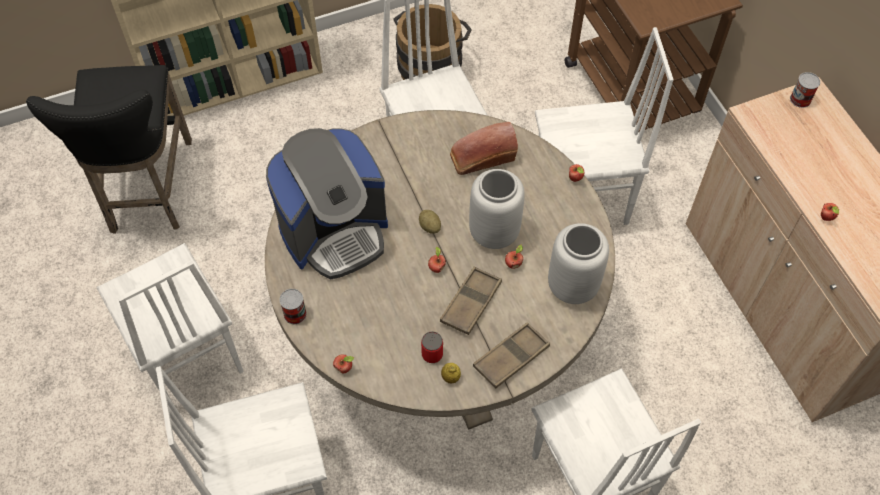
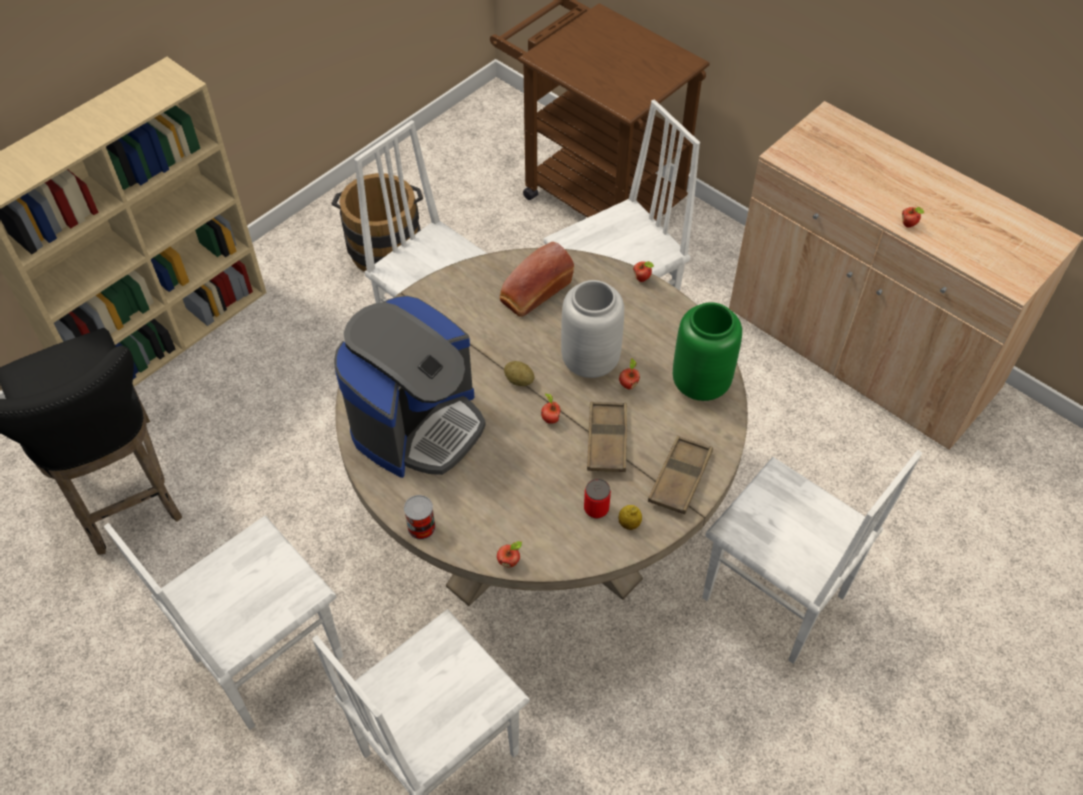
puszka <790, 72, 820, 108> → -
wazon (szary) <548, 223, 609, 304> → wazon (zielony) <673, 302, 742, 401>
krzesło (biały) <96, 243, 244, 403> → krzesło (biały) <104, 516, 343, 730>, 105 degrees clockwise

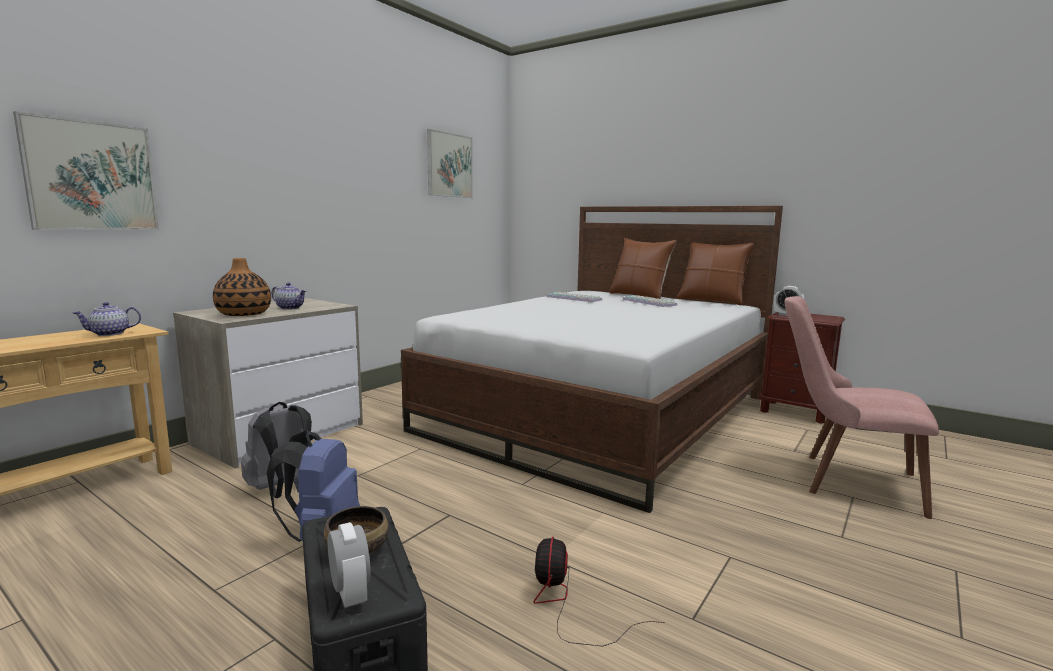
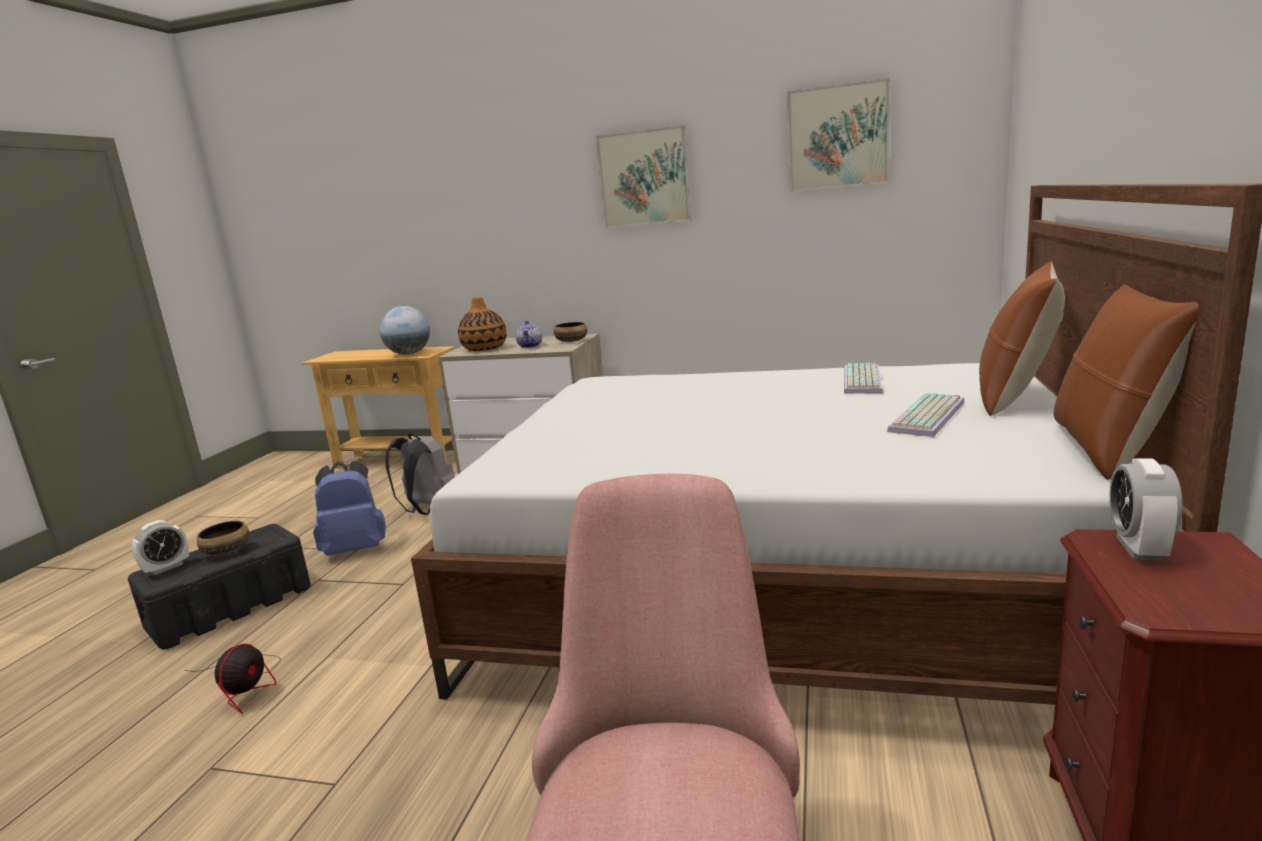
obraz <13, 111, 159, 230> → obraz <596, 125, 691, 228>, relocated
imbryk <73, 302, 141, 336> → globus <379, 306, 430, 355>
wentylator <533, 537, 665, 647> → wentylator <184, 644, 281, 713>, 120 degrees clockwise
- → miska <554, 322, 587, 342>

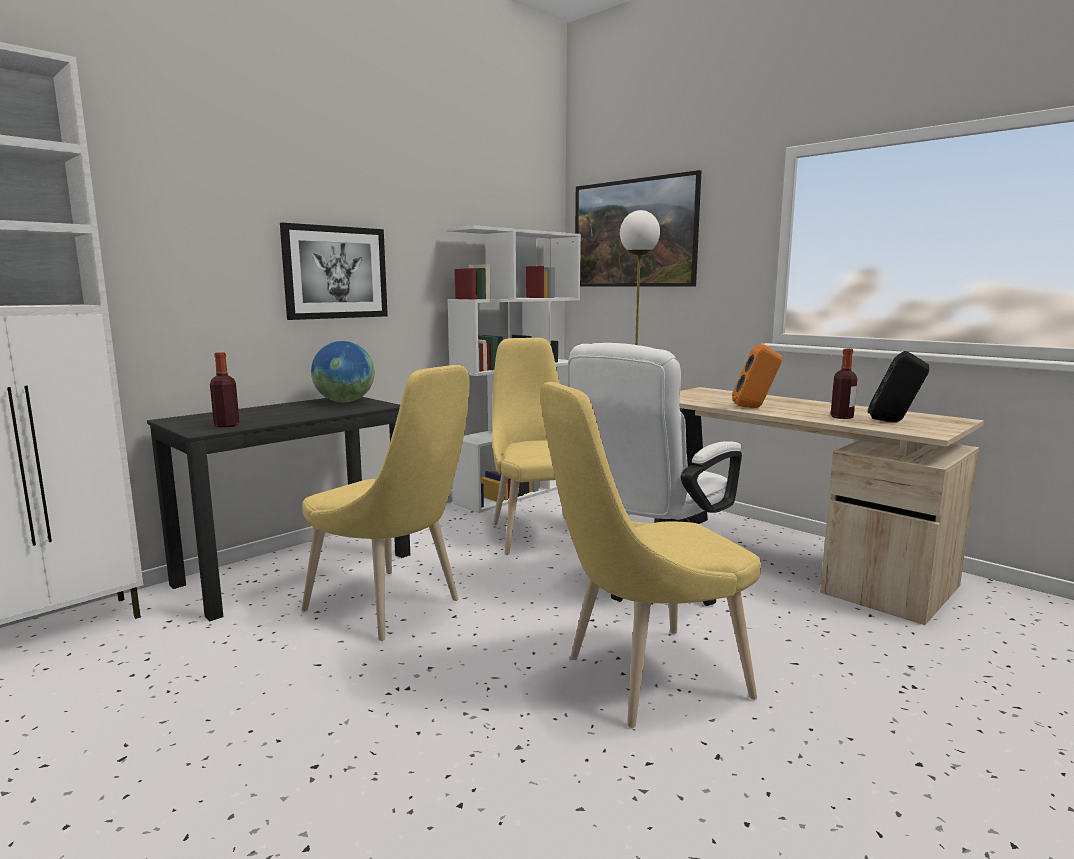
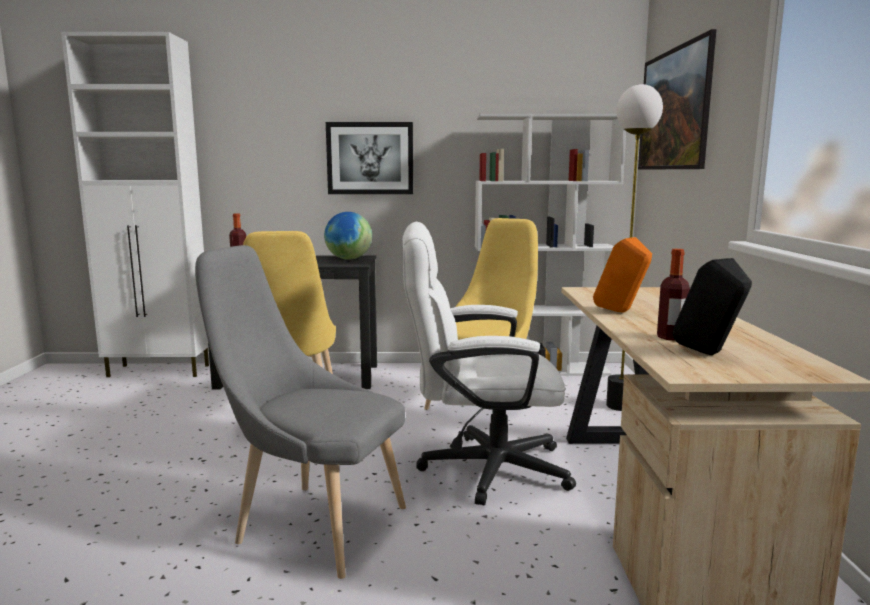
krzesło (żółty) <540, 382, 761, 728> → krzesło (szary) <195, 245, 406, 579>

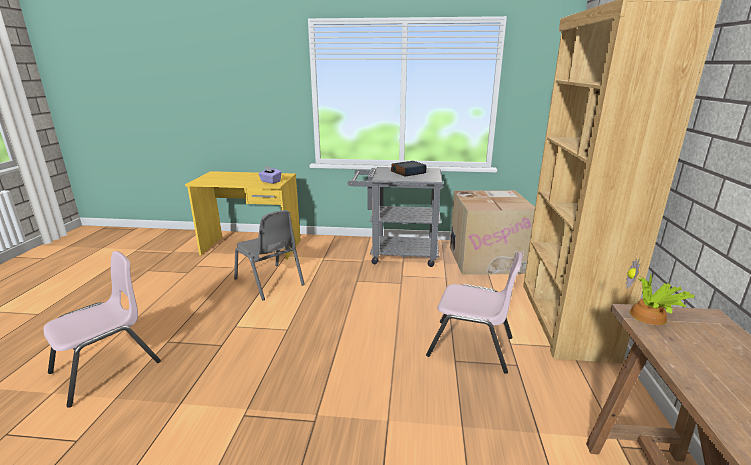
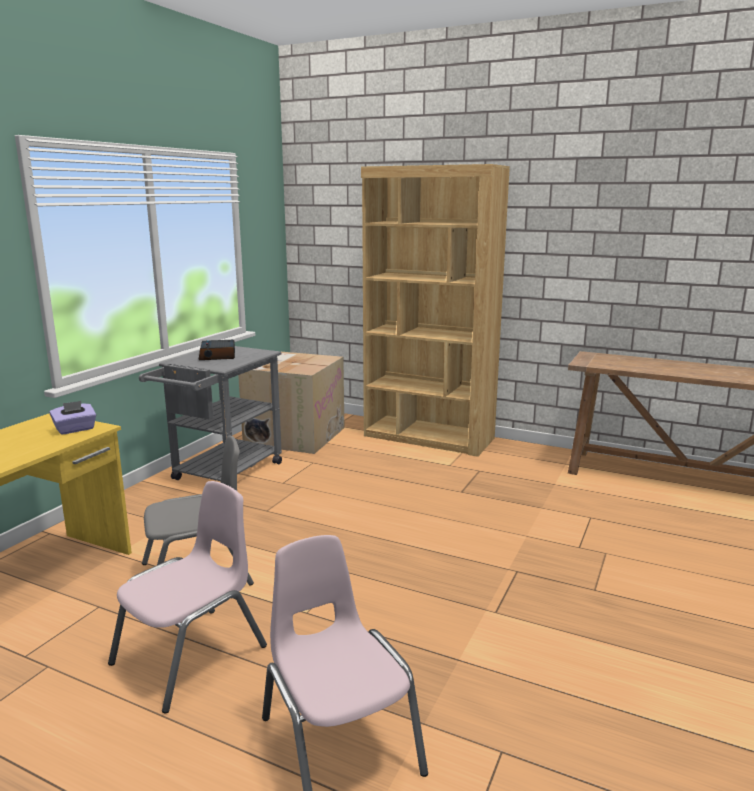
krzesło (różowy) <426, 251, 522, 374> → krzesło (różowy) <108, 481, 267, 714>, relocated
roślina doniczkowa <625, 258, 695, 325> → -

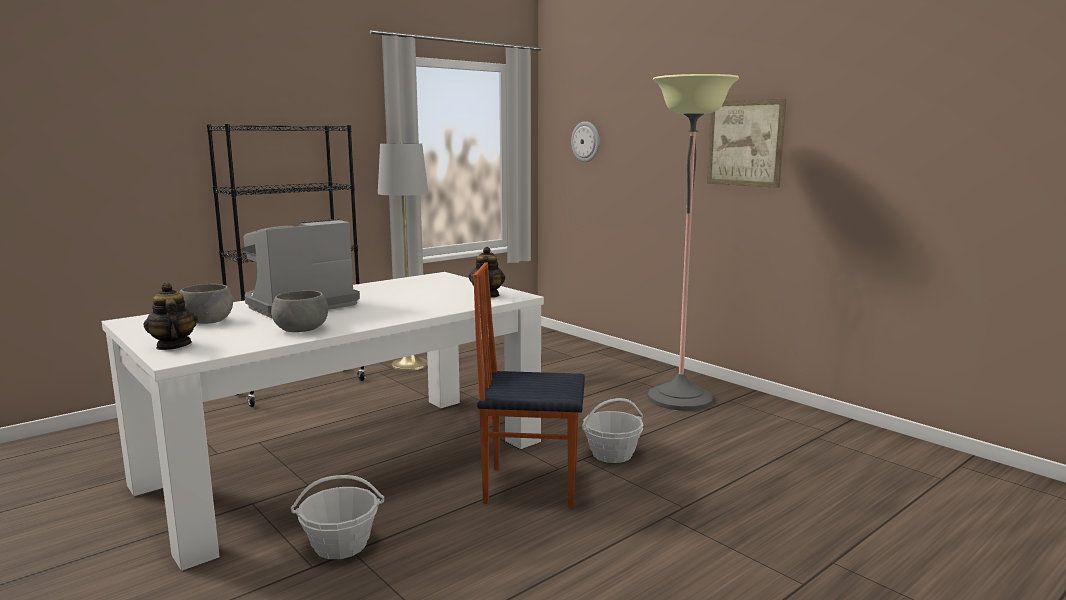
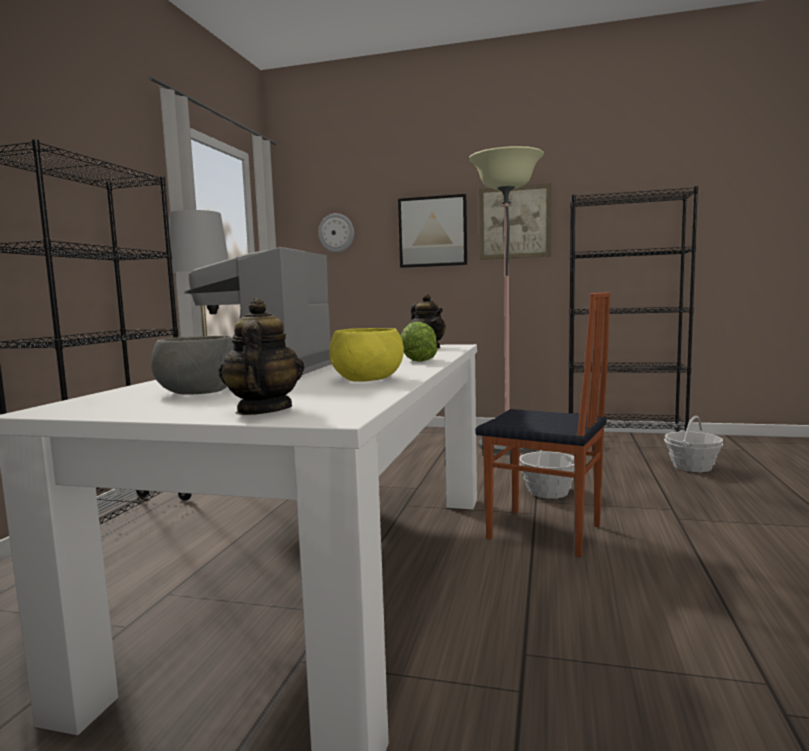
krzesło <473, 262, 585, 508> → krzesło <475, 292, 610, 557>, 120 degrees counterclockwise
imbryk <143, 282, 198, 350> → imbryk <219, 298, 304, 415>, 60 degrees clockwise
miska (szary) <271, 290, 328, 332> → miska (żółty) <329, 328, 404, 382>
koszyk <291, 475, 384, 559> → koszyk <664, 416, 723, 472>, relocated
- → regał (czarny) <568, 186, 698, 432>
- → obraz <398, 194, 467, 268>
- → sałata <401, 321, 438, 362>

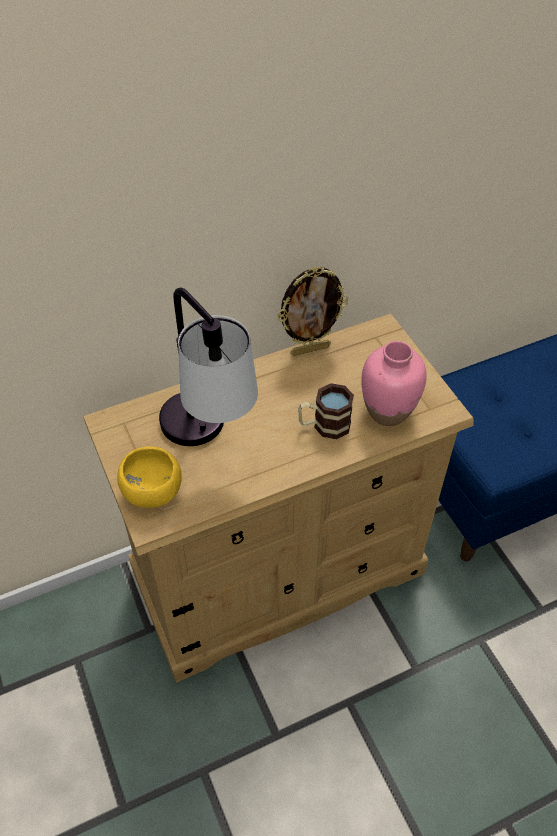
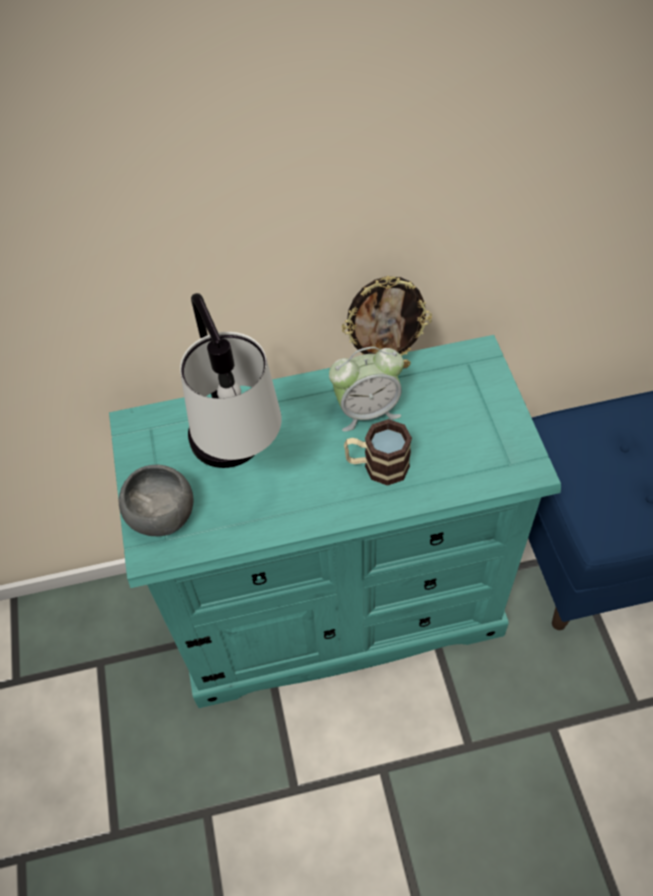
komoda (beżowy) <83, 314, 474, 683> → komoda (turkusowy) <109, 335, 561, 708>
wazon (różowy) <361, 341, 426, 426> → -
miska (żółty) <117, 446, 182, 508> → miska (szary) <119, 465, 194, 536>
- → budzik <329, 347, 404, 432>

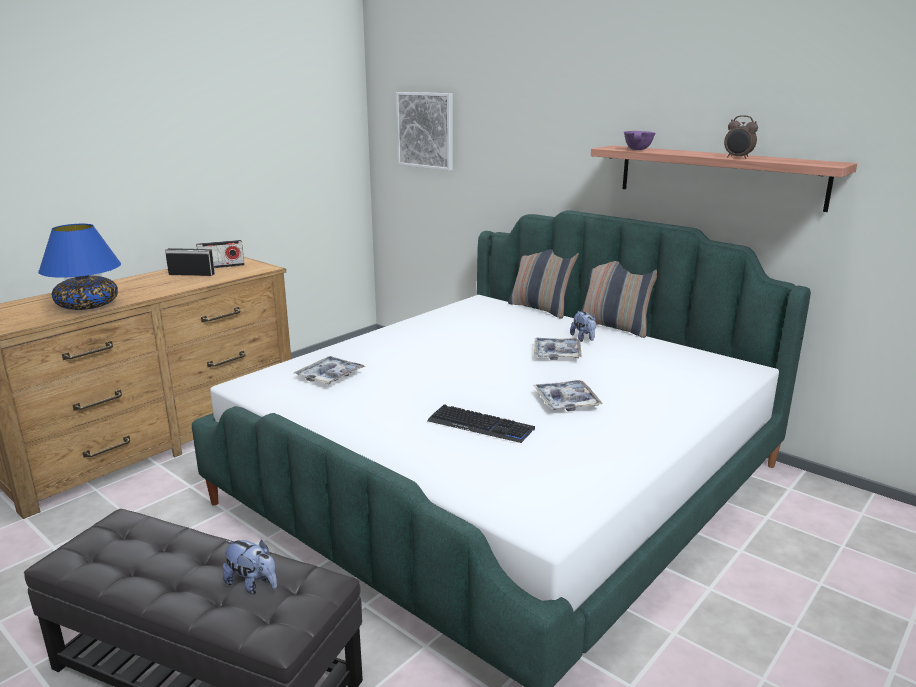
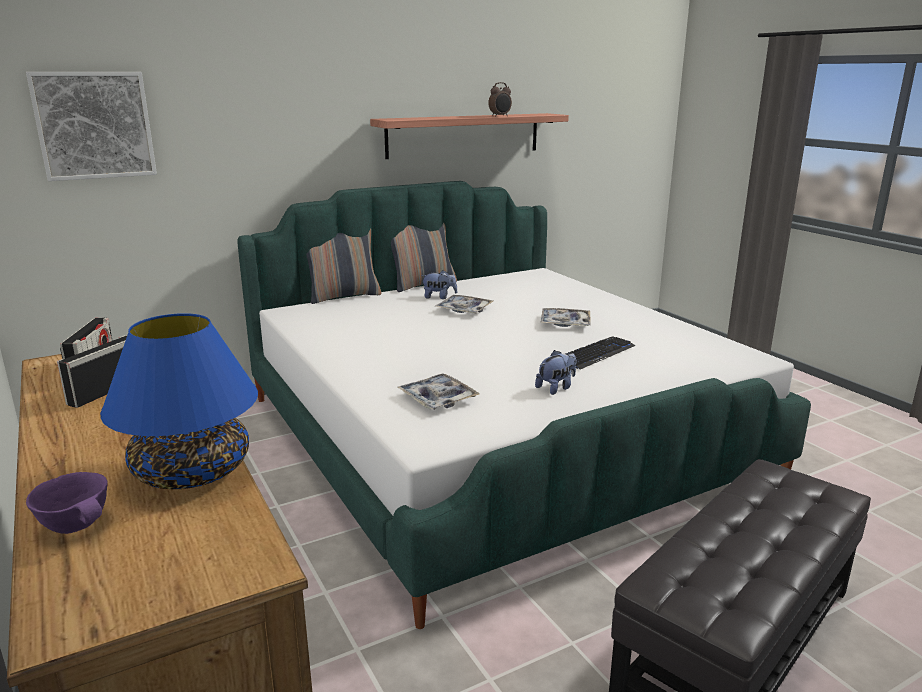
miska (fioletowy) <624, 131, 655, 150> → miska (fioletowy) <26, 472, 108, 534>, relocated
pluszak <223, 540, 277, 594> → pluszak <535, 350, 576, 395>, relocated

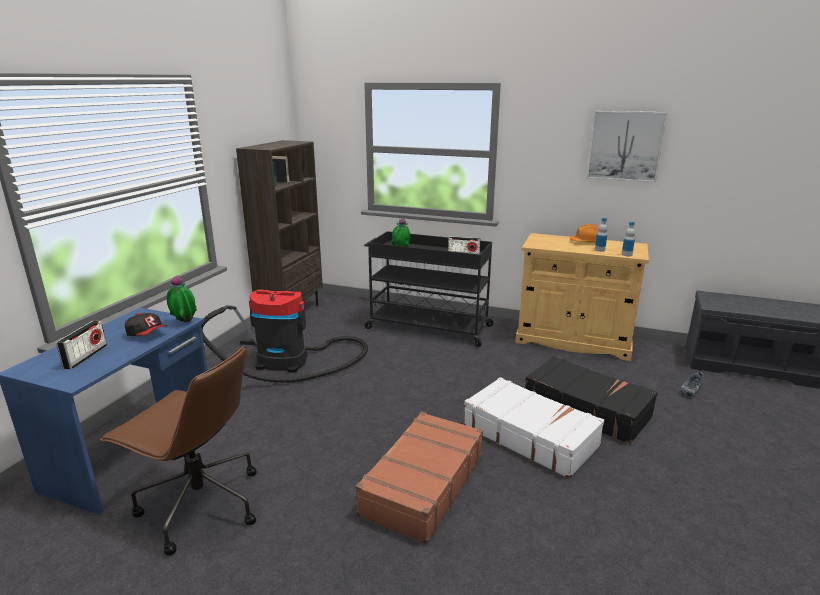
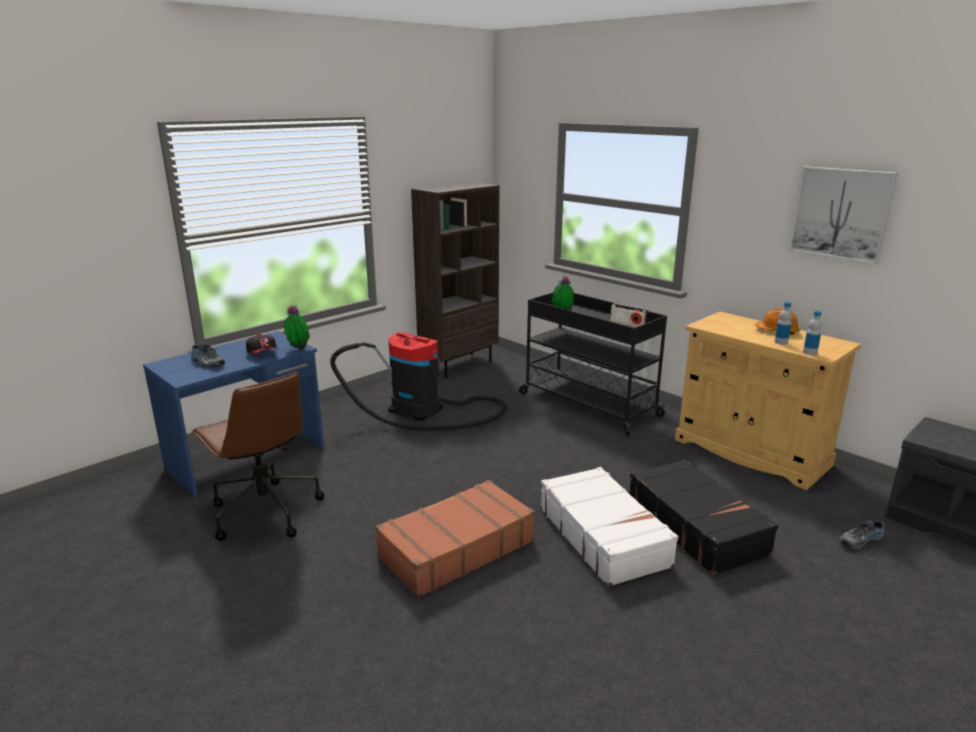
radio <56, 321, 107, 369> → but <191, 343, 225, 368>

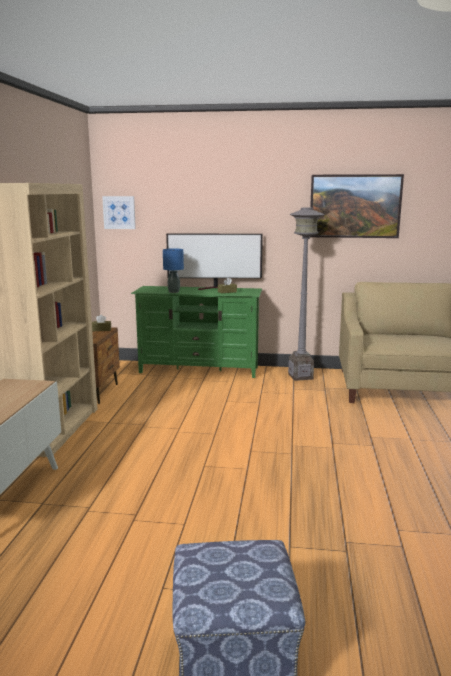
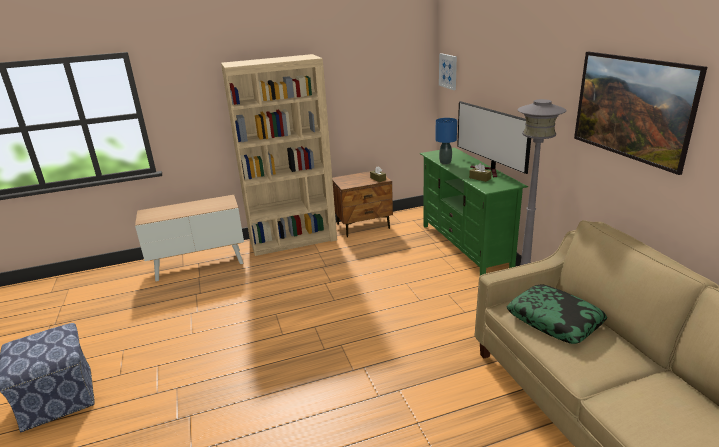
- → poduszka <507, 285, 607, 344>

